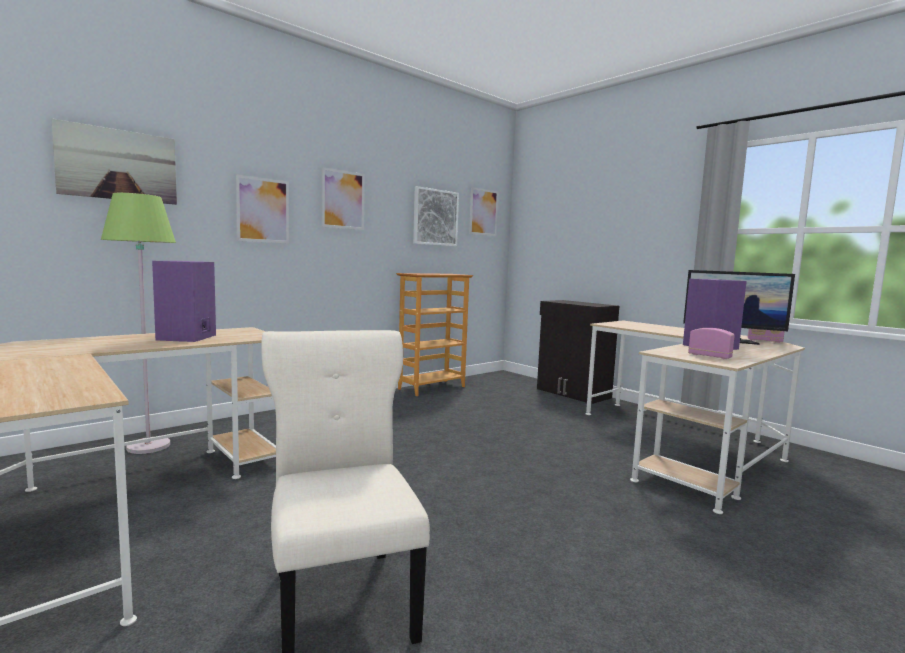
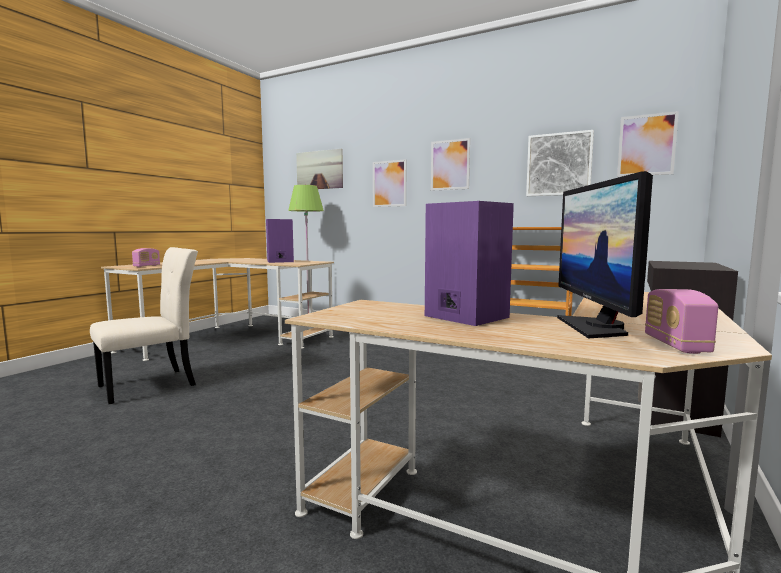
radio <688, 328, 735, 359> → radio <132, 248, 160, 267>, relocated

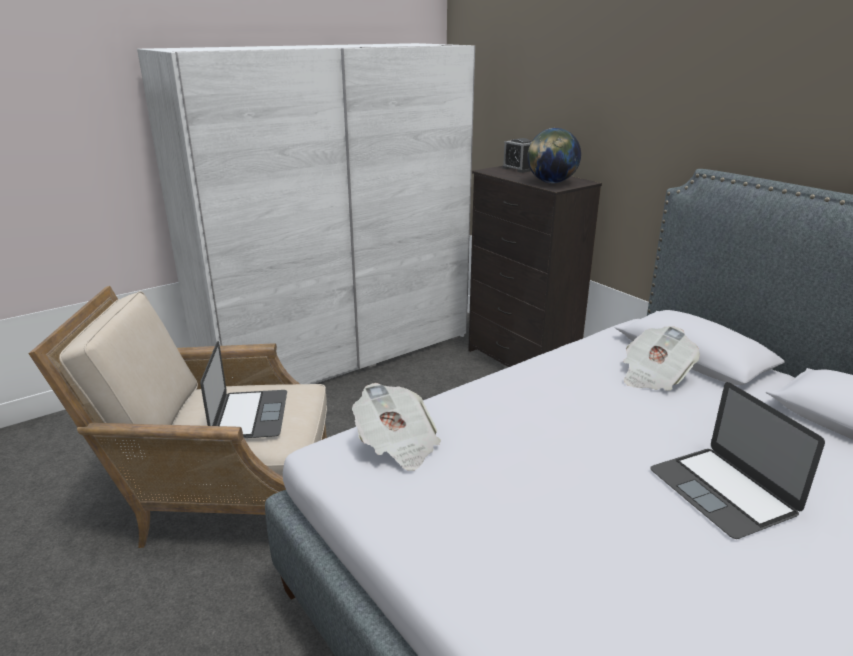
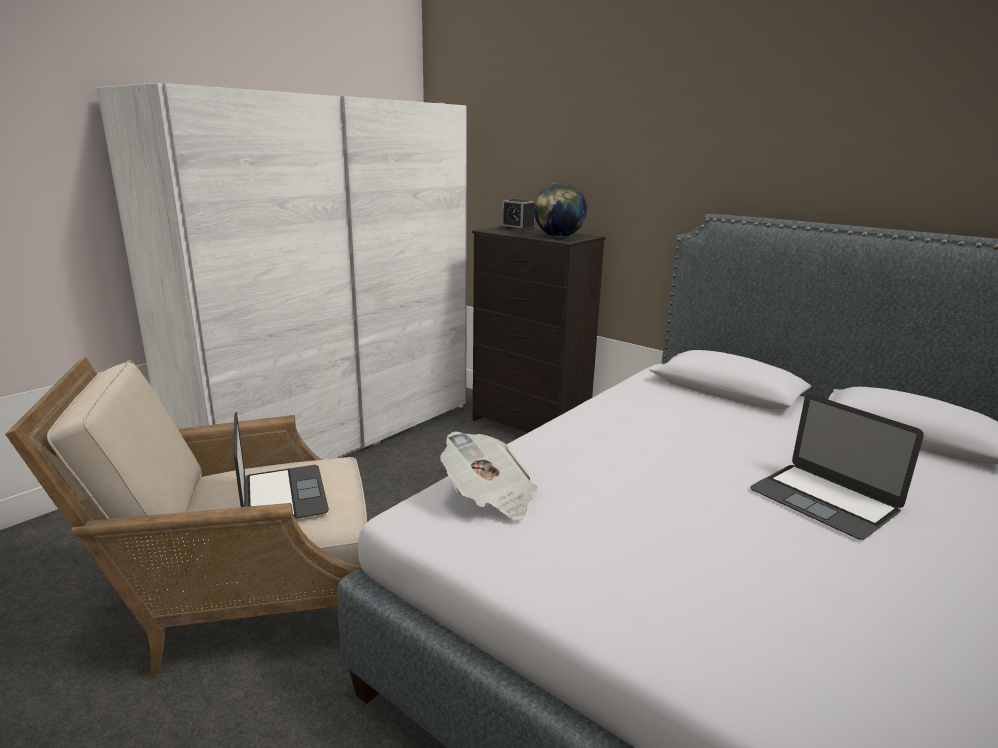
gazeta <623, 326, 700, 391> → -

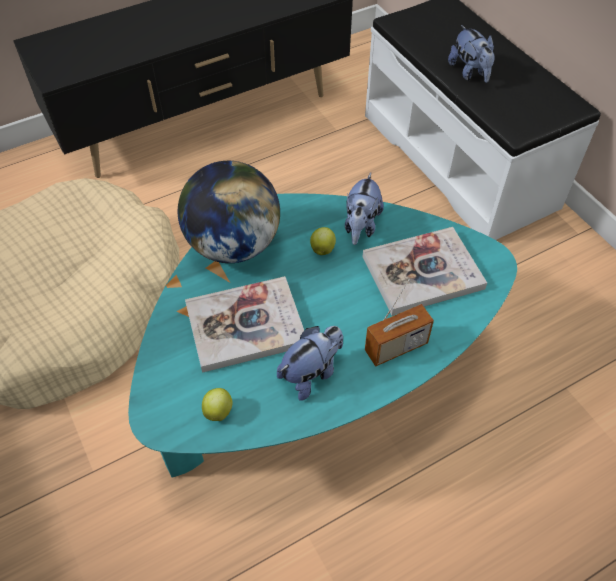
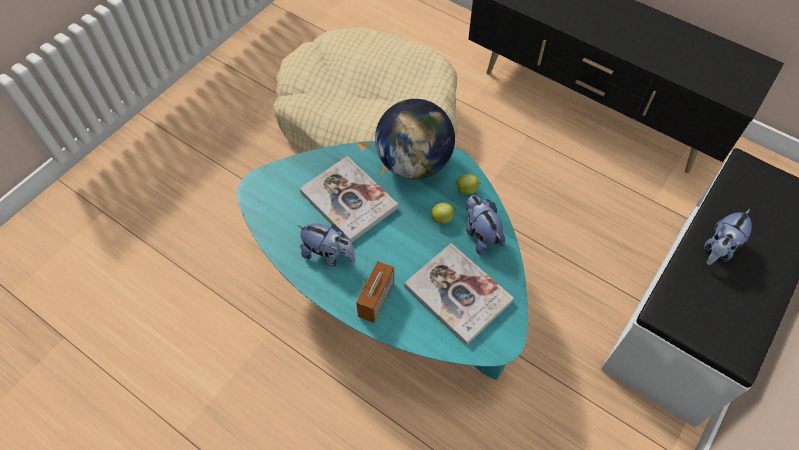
pluszak <345, 172, 384, 245> → pluszak <466, 195, 505, 256>, 75 degrees clockwise
radio <365, 279, 434, 367> → radio <356, 253, 394, 323>, 105 degrees counterclockwise
jabłko <202, 388, 233, 421> → jabłko <456, 174, 481, 194>, relocated

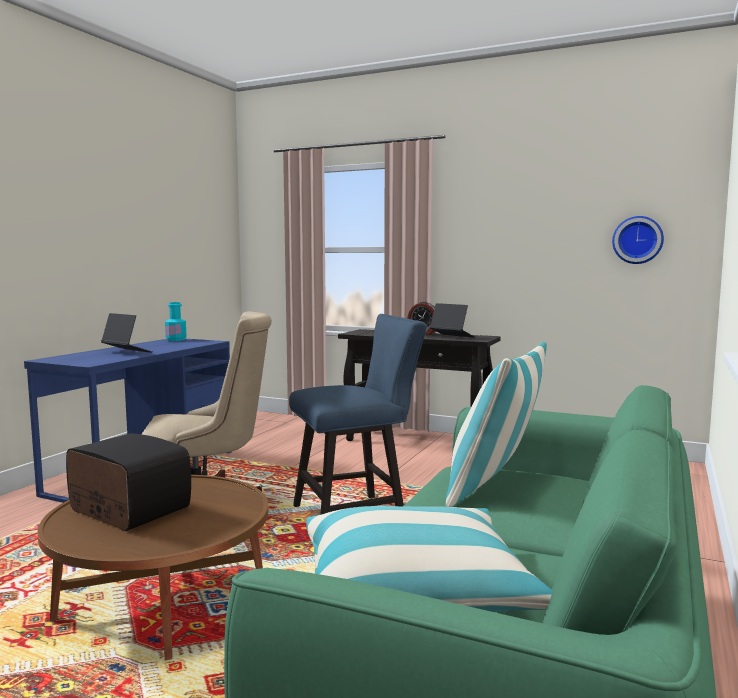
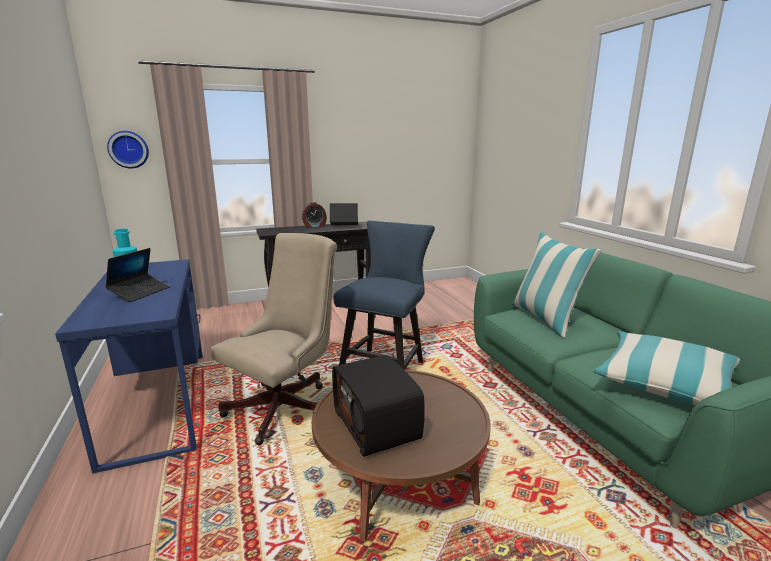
zegar ścienny <612, 216, 664, 264> → zegar ścienny <107, 131, 149, 169>, relocated
laptop <101, 313, 153, 353> → laptop <105, 248, 170, 302>, 120 degrees clockwise
radio <66, 433, 191, 531> → radio <332, 355, 425, 457>, 105 degrees counterclockwise

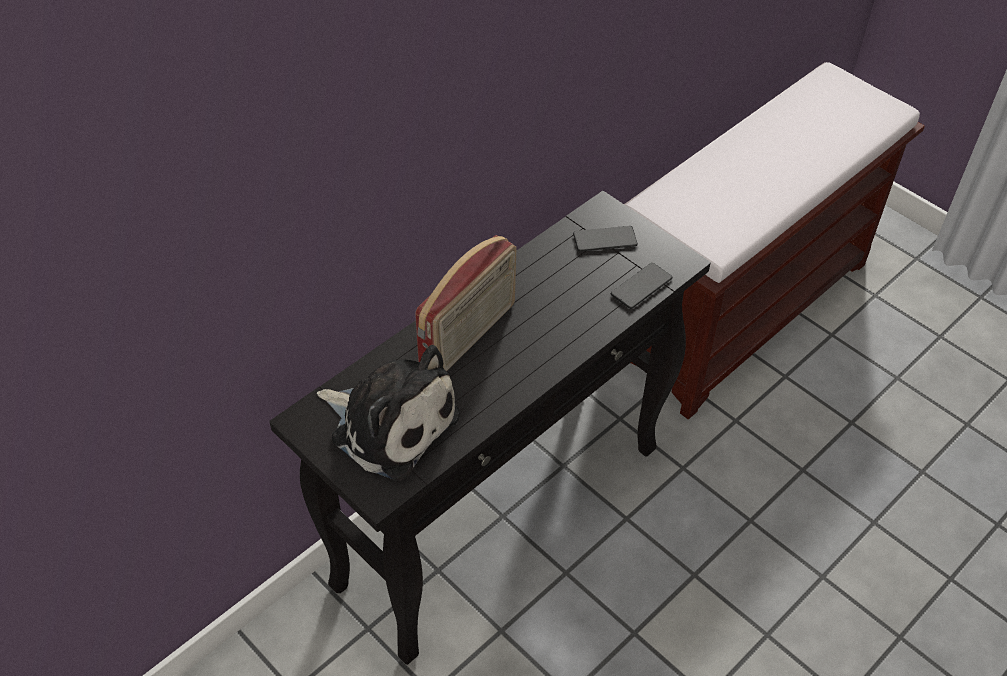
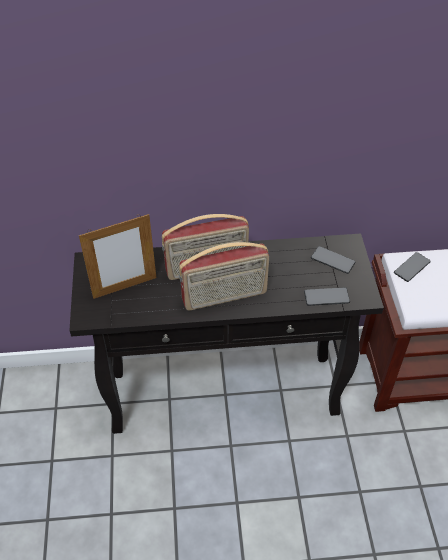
pluszak <317, 345, 460, 480> → ramka na zdjęcie <79, 214, 156, 299>
- → radio <179, 242, 269, 311>
- → telefon <394, 252, 431, 282>

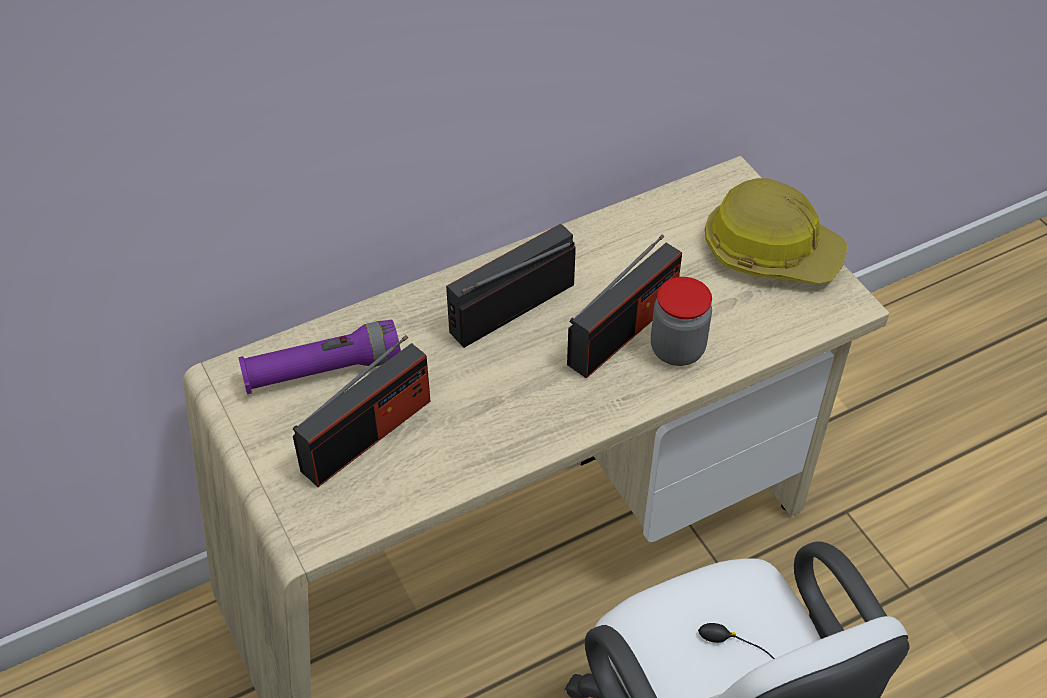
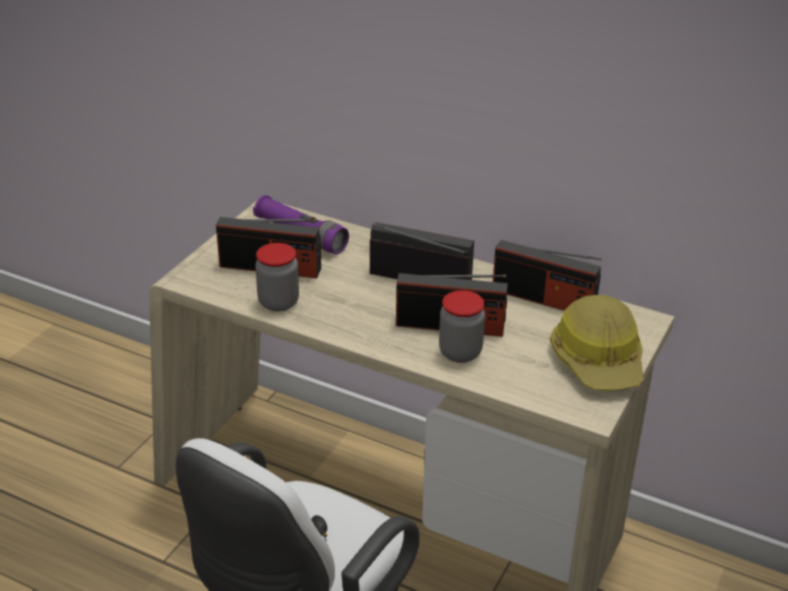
- → radio <493, 240, 601, 311>
- → słoik <255, 243, 299, 311>

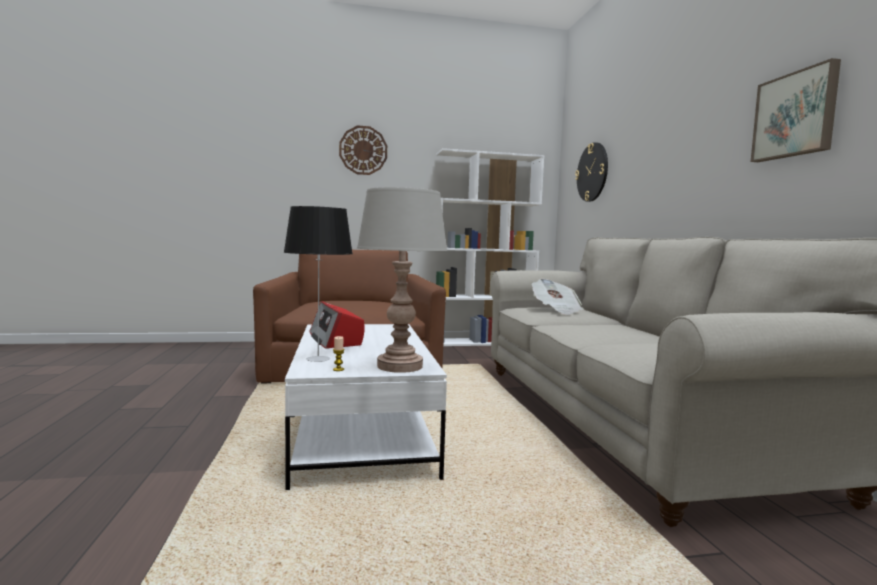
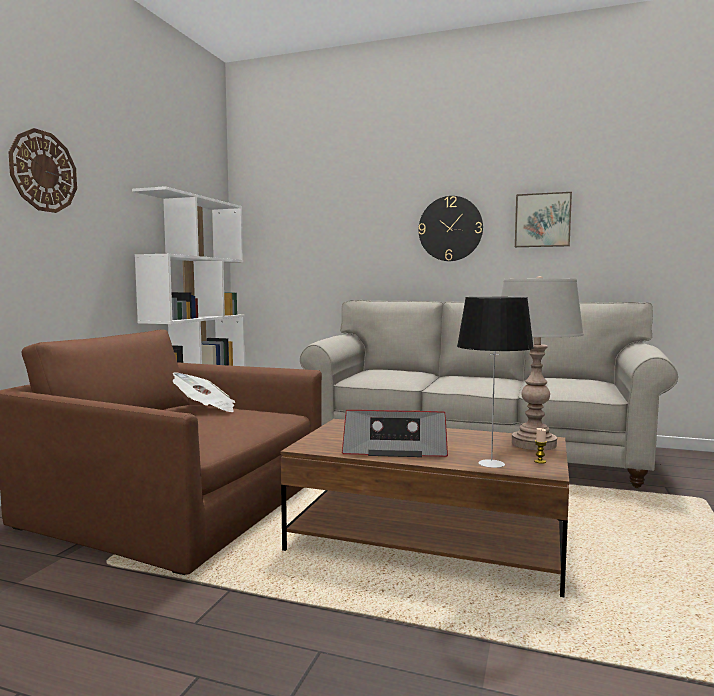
zegar ścienny <575, 142, 608, 202> → zegar ścienny <418, 196, 483, 261>, relocated
gazeta <531, 279, 584, 315> → gazeta <173, 372, 235, 412>, relocated
ława (biały) <285, 324, 447, 490> → ława (brązowy) <281, 419, 569, 597>

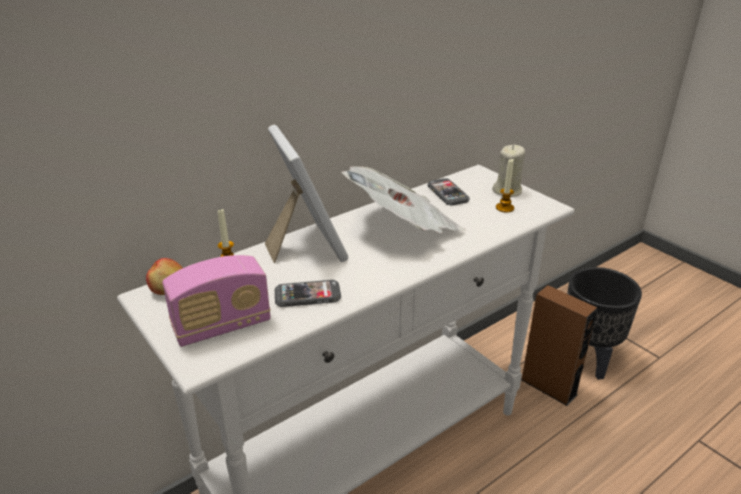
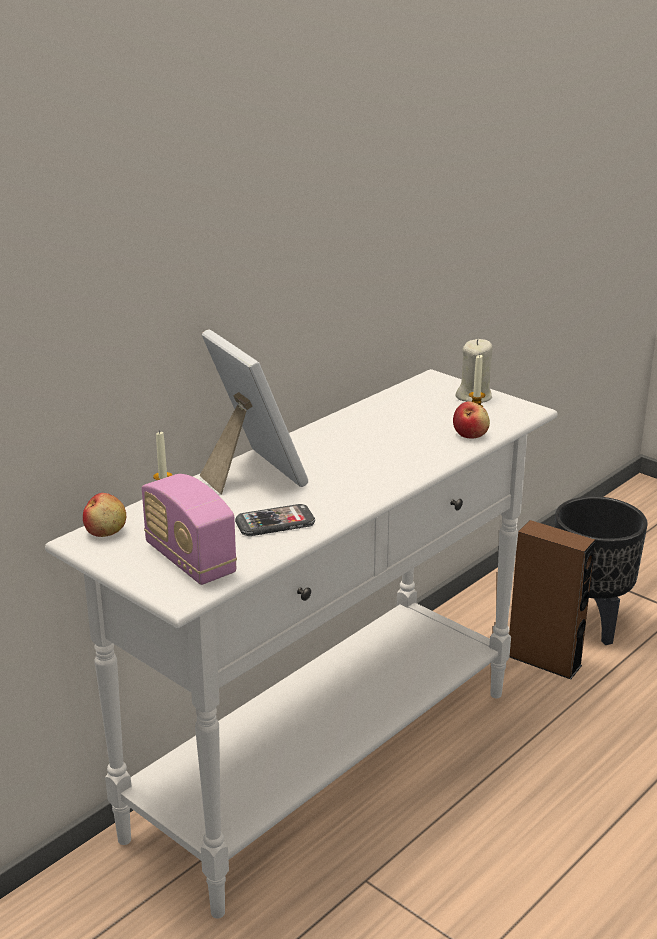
gazeta <341, 166, 466, 233> → -
telefon <427, 178, 470, 206> → -
radio <162, 255, 271, 347> → radio <142, 474, 237, 585>, 90 degrees clockwise
- → jabłko <453, 401, 490, 439>

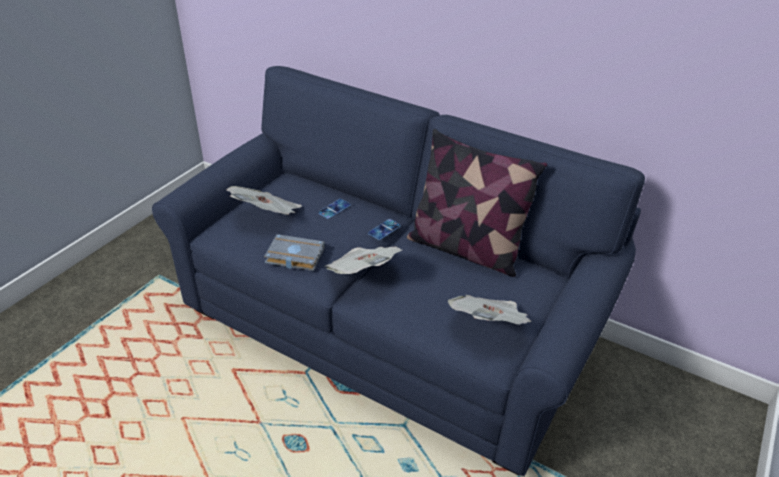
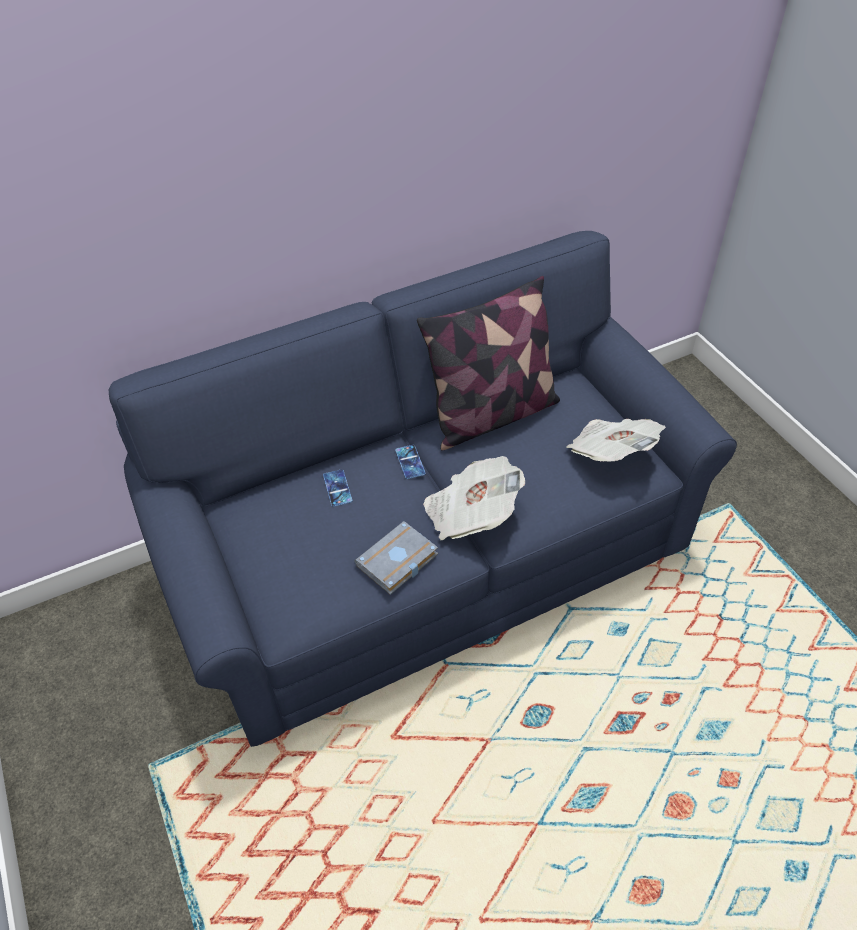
gazeta <227, 186, 302, 215> → -

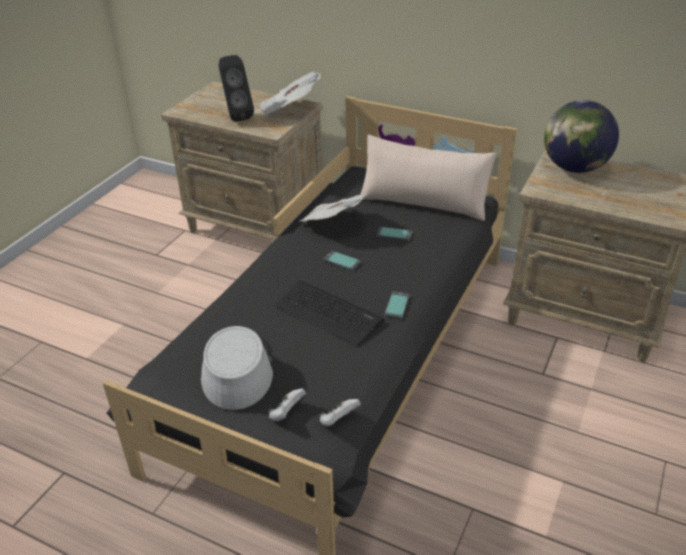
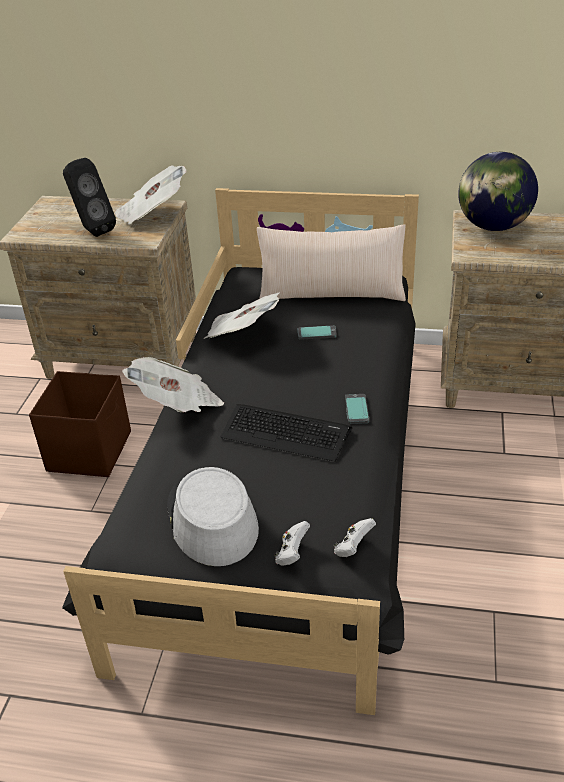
telefon <323, 251, 361, 271> → -
- → gazeta <122, 357, 224, 412>
- → pojemnik do przechowywania (brązowy) <29, 371, 131, 477>

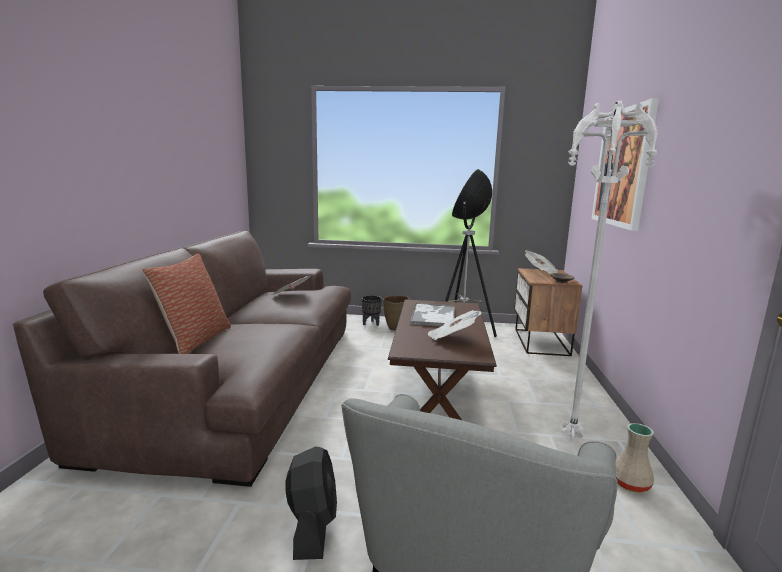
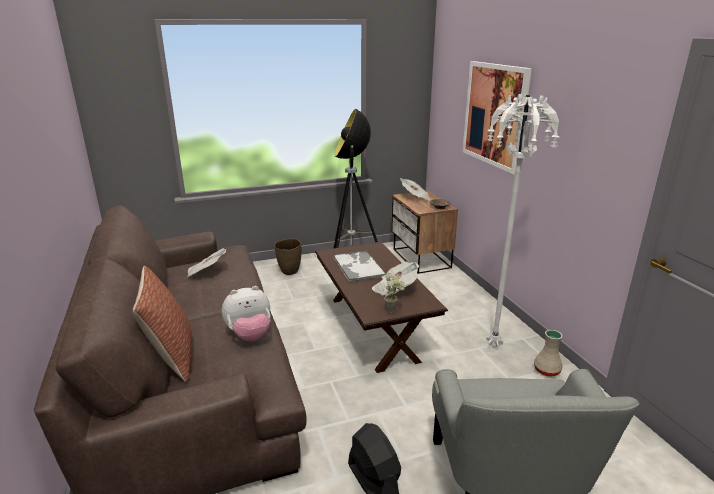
donica (czarny) <362, 296, 382, 326> → -
- → roślina doniczkowa <384, 273, 405, 313>
- → pluszak <222, 286, 270, 341>

